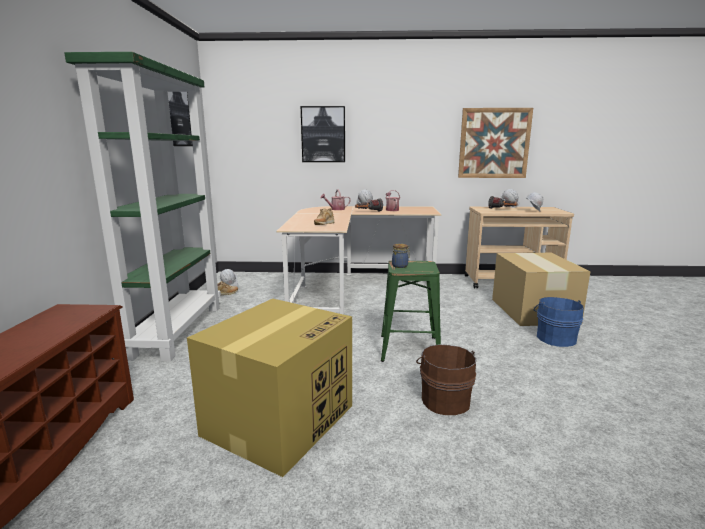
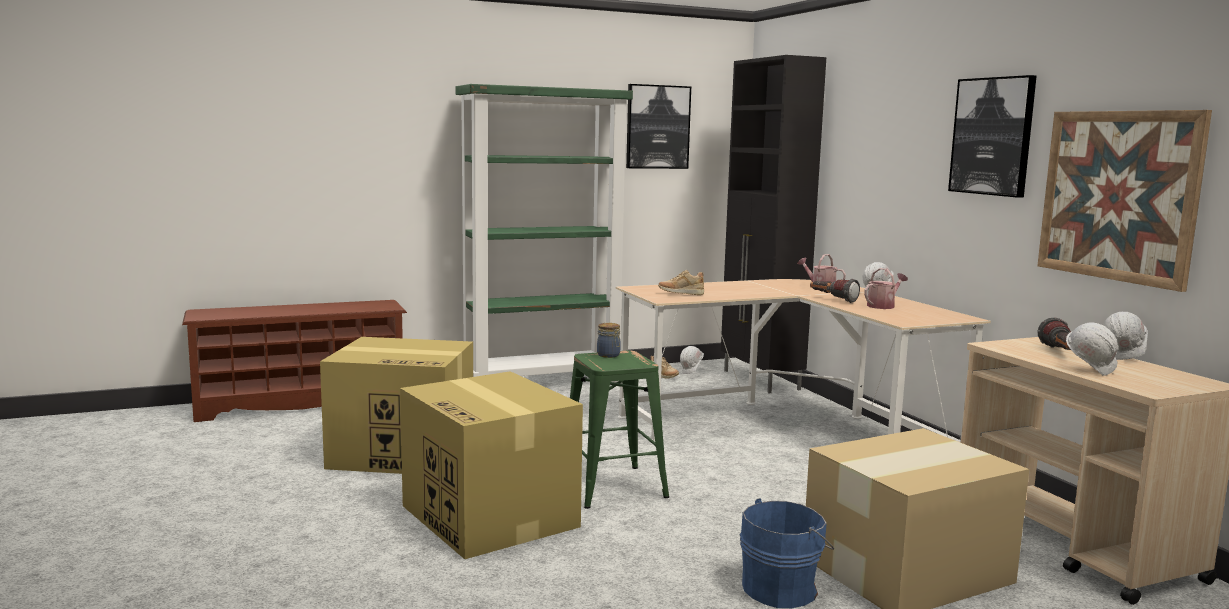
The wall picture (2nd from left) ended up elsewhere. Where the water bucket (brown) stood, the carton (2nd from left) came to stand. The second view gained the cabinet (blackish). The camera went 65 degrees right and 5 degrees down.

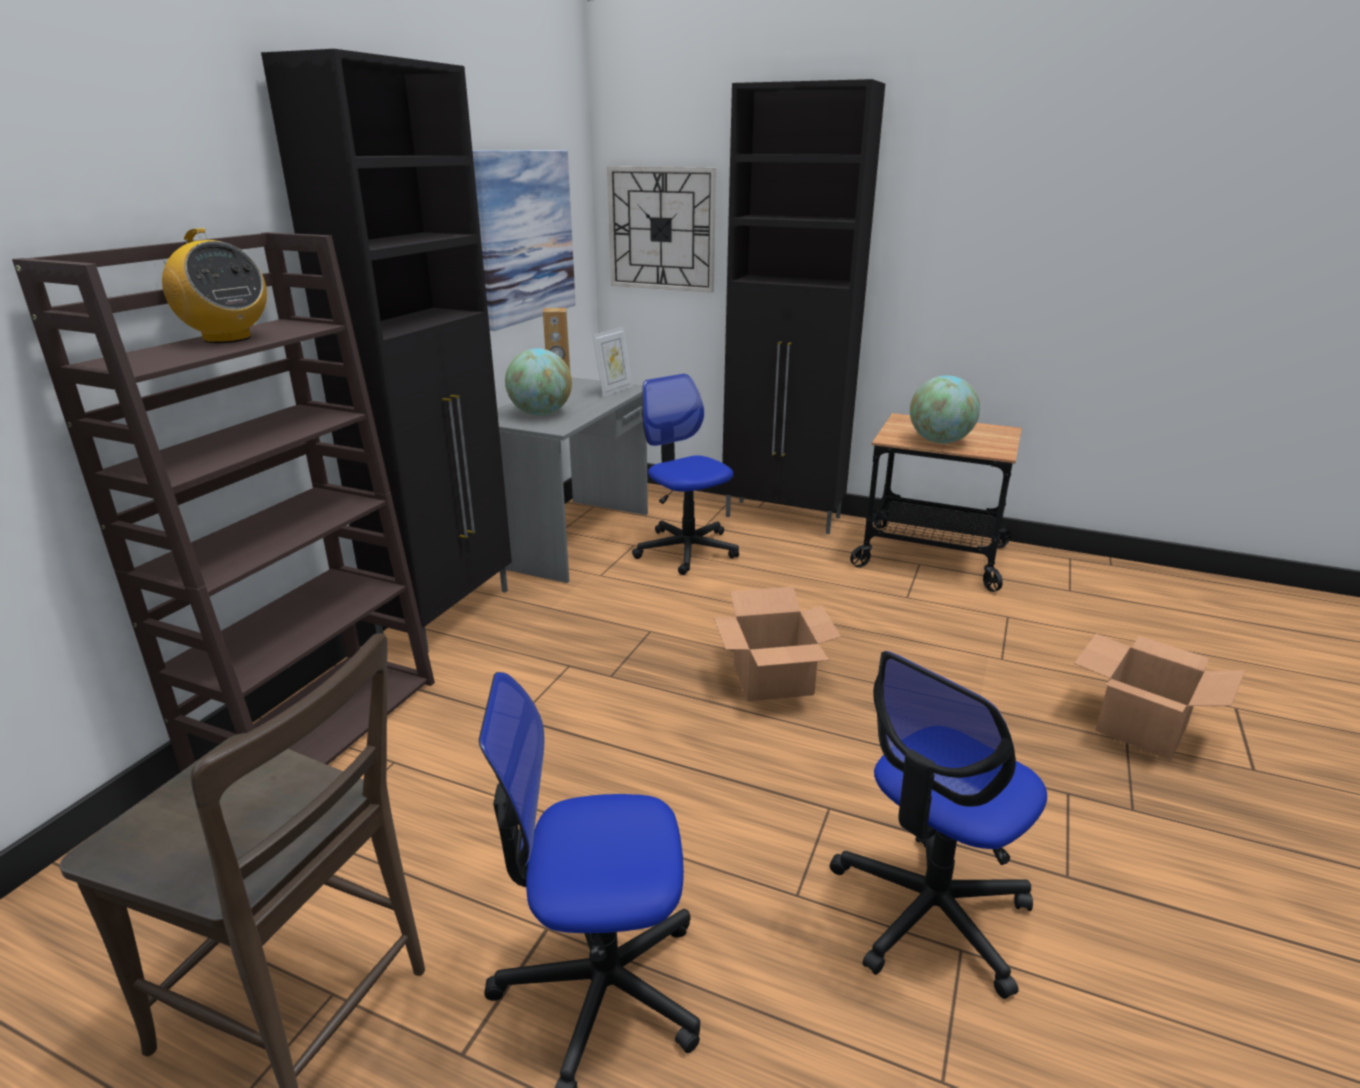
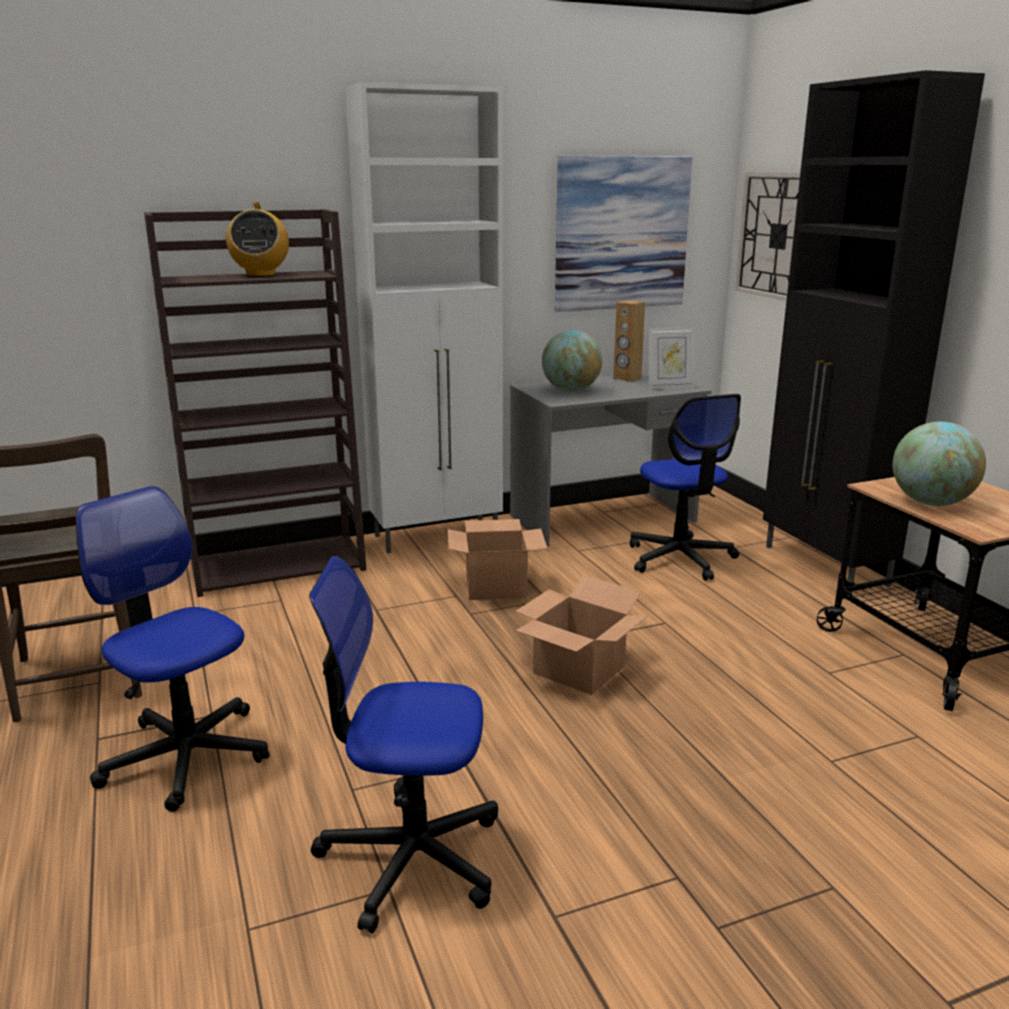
What was the cabinet (blackish) (1st from left) turned into the cabinet (whitish). The computer chair (2nd from left in the first image) ended up facing another way, 150 degrees clockwise from before. The carton (2nd from left in the first image) ended up elsewhere. The camera went 45 degrees right and 5 degrees down.

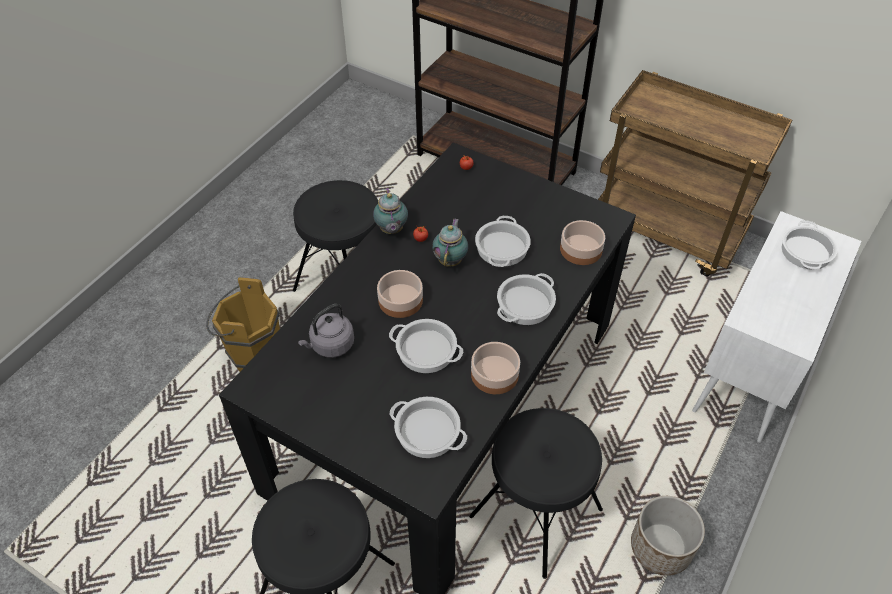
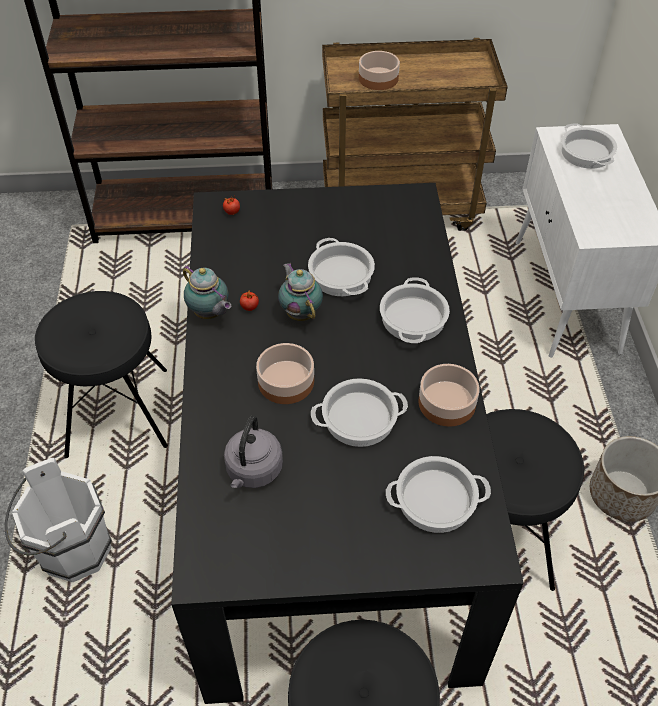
What was the water bucket (brown) turned into the water bucket (whitish). The deep dish (3rd from left in the first image) ended up elsewhere. The camera went 35 degrees left and 0 degrees up.

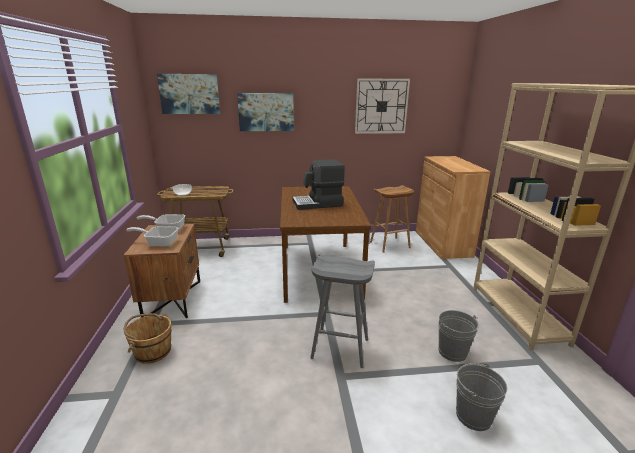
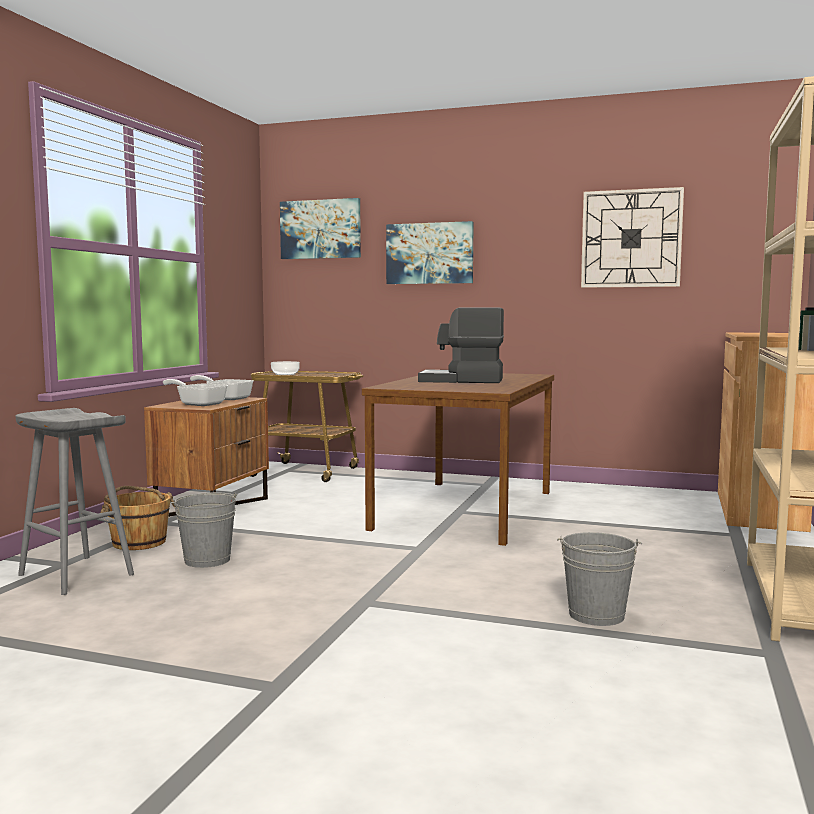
The sitting stool (grey) ended up elsewhere. The second view lost the sitting stool (brown). The water bucket (grey) (2nd from left in the first image) ended up elsewhere. The camera went 25 degrees right and 15 degrees down.

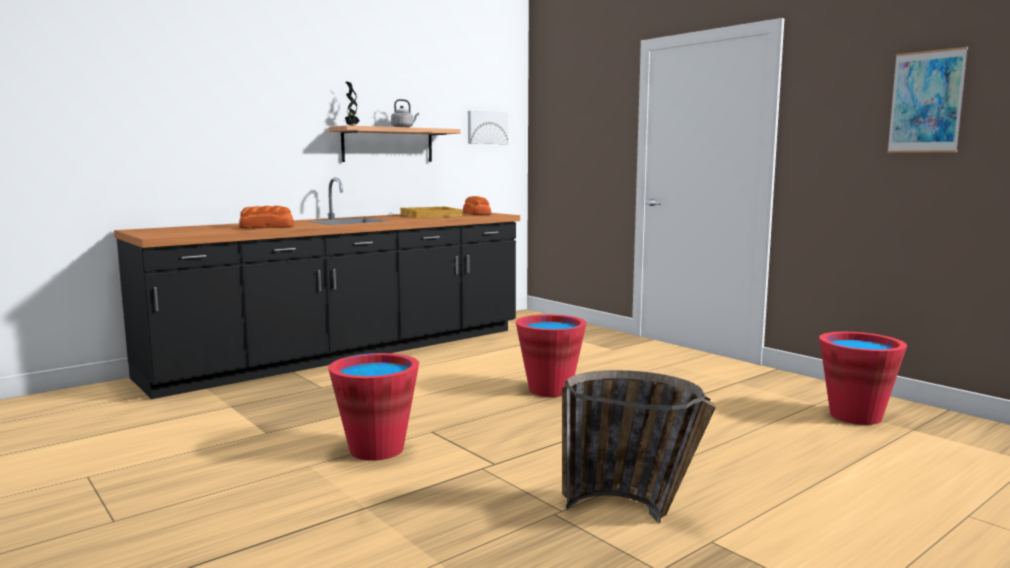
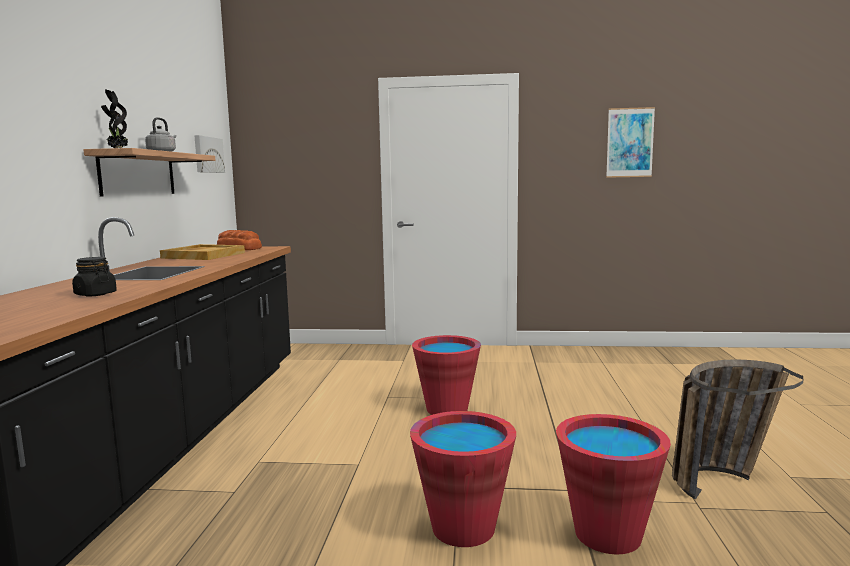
Where the baked bread (1st from left) stood, the storage jar (blackish) came to stand. The water bucket (red) (3rd from left) ended up elsewhere. The camera went 45 degrees left and 0 degrees up.

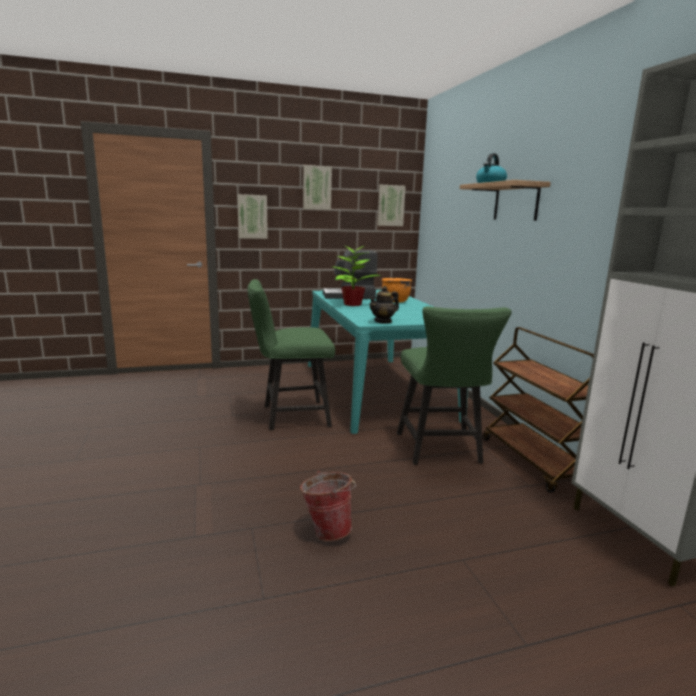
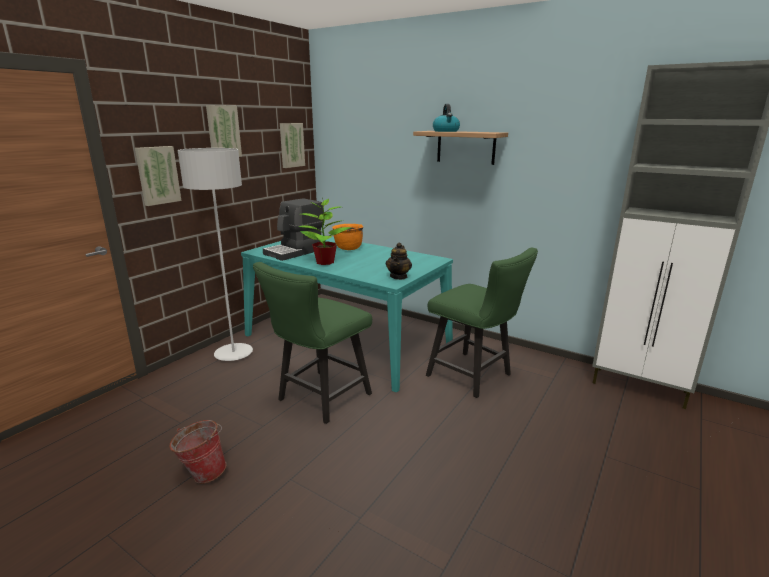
The water bucket ended up elsewhere. The second view lost the cart (brown). The second view gained the standing lamp (grey). The camera went 40 degrees left and 5 degrees up.

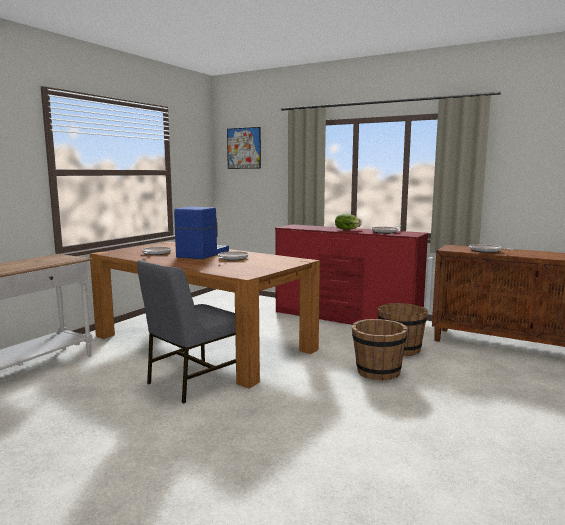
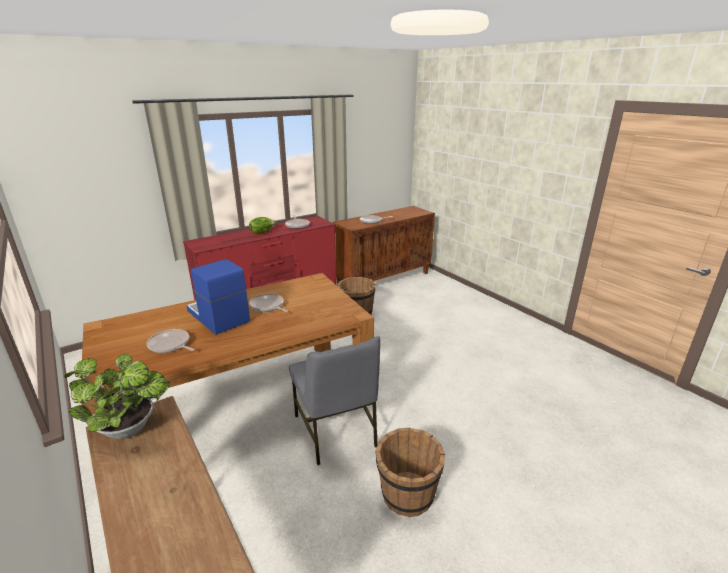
The second view lost the wall picture. The water bucket (brown) (1st from left in the first image) ended up elsewhere. The second view gained the houseplant. The camera went 65 degrees left and 15 degrees up.

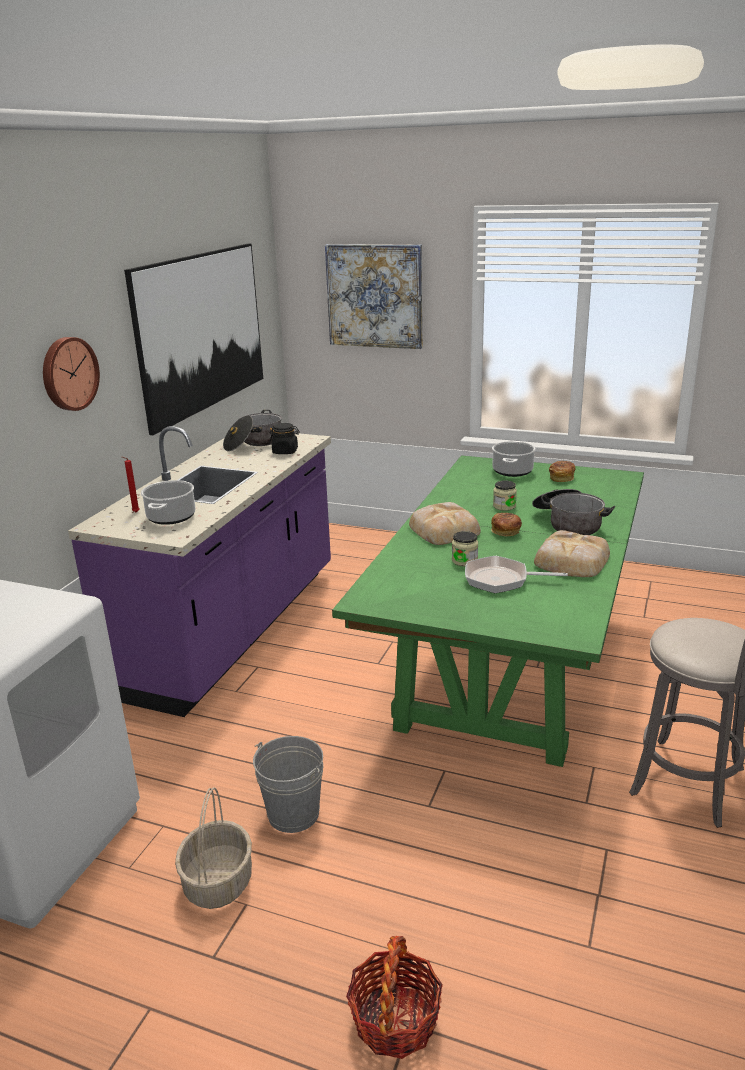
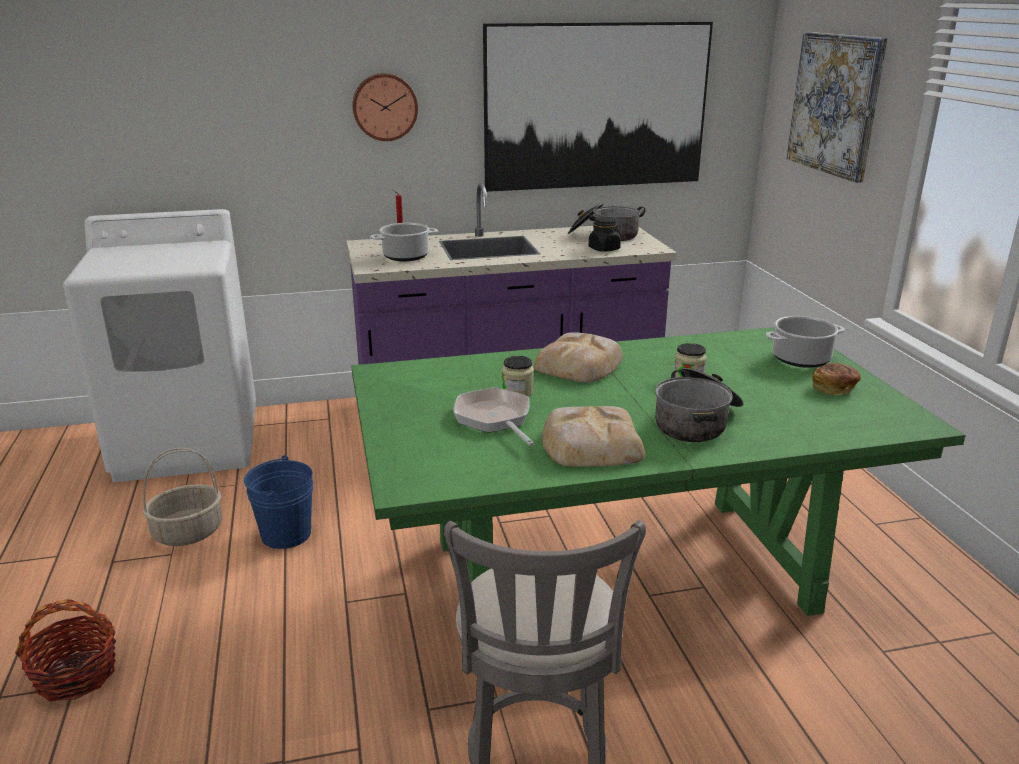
What was the water bucket (grey) turned into the water bucket (blue). The second view lost the baked bread (2nd from left). The camera went 55 degrees right and 0 degrees up.

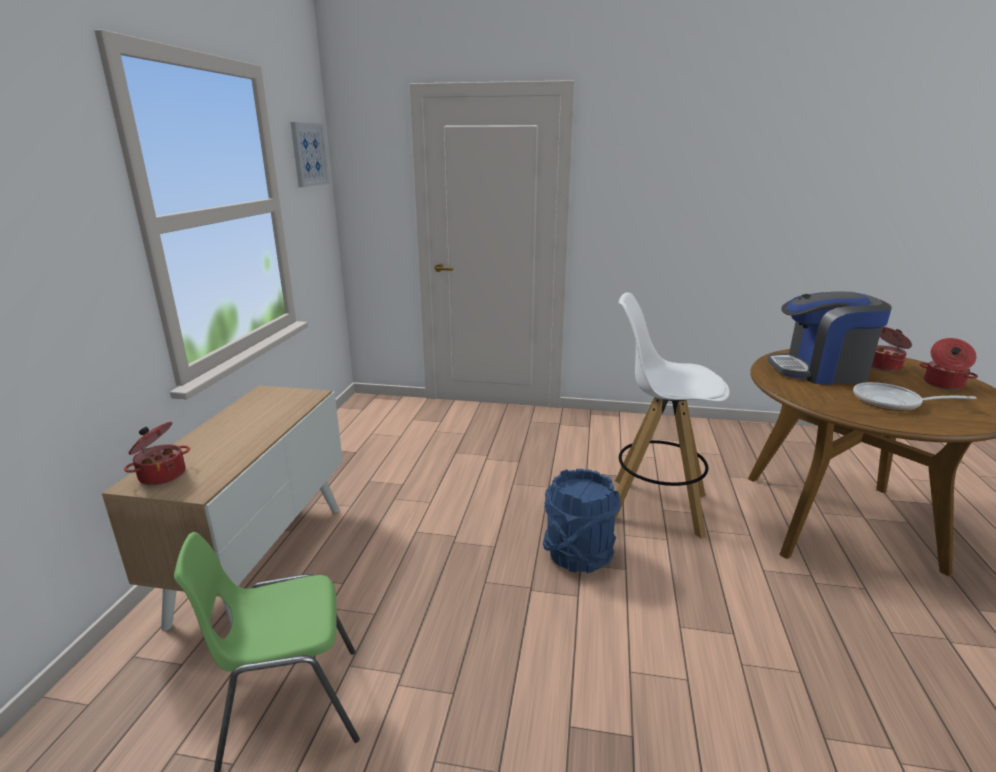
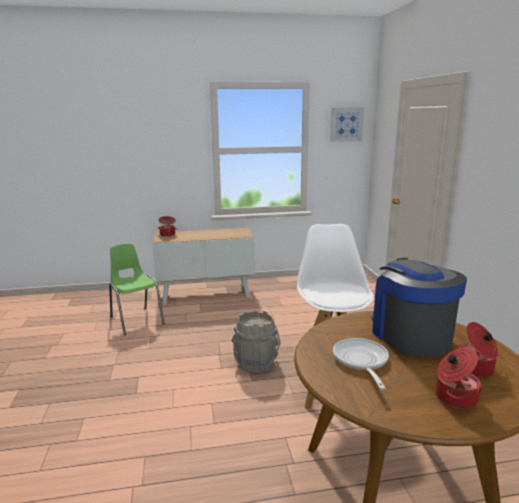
What was the water bucket (blue) turned into the water bucket (grey). The camera went 70 degrees right and 5 degrees down.

